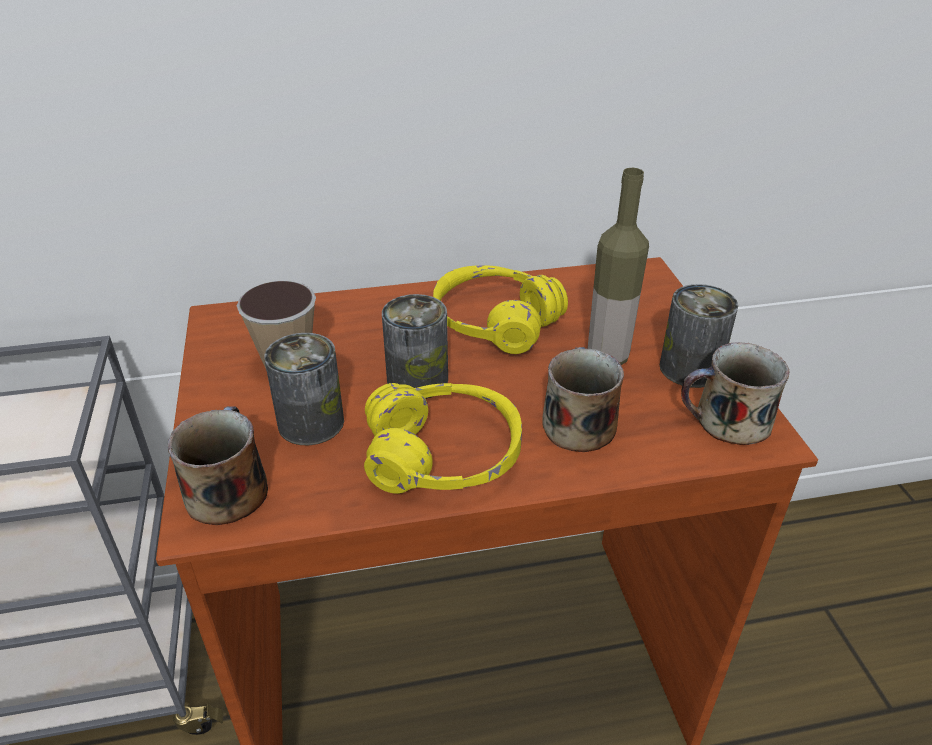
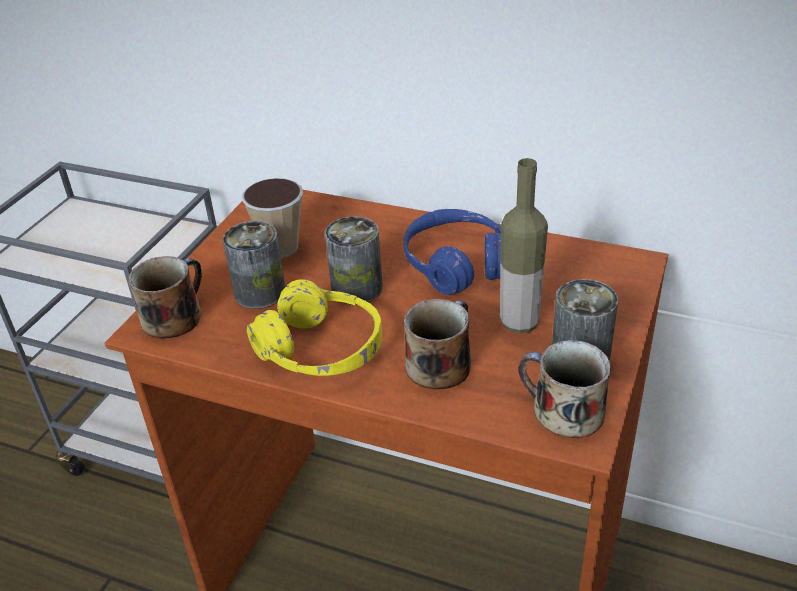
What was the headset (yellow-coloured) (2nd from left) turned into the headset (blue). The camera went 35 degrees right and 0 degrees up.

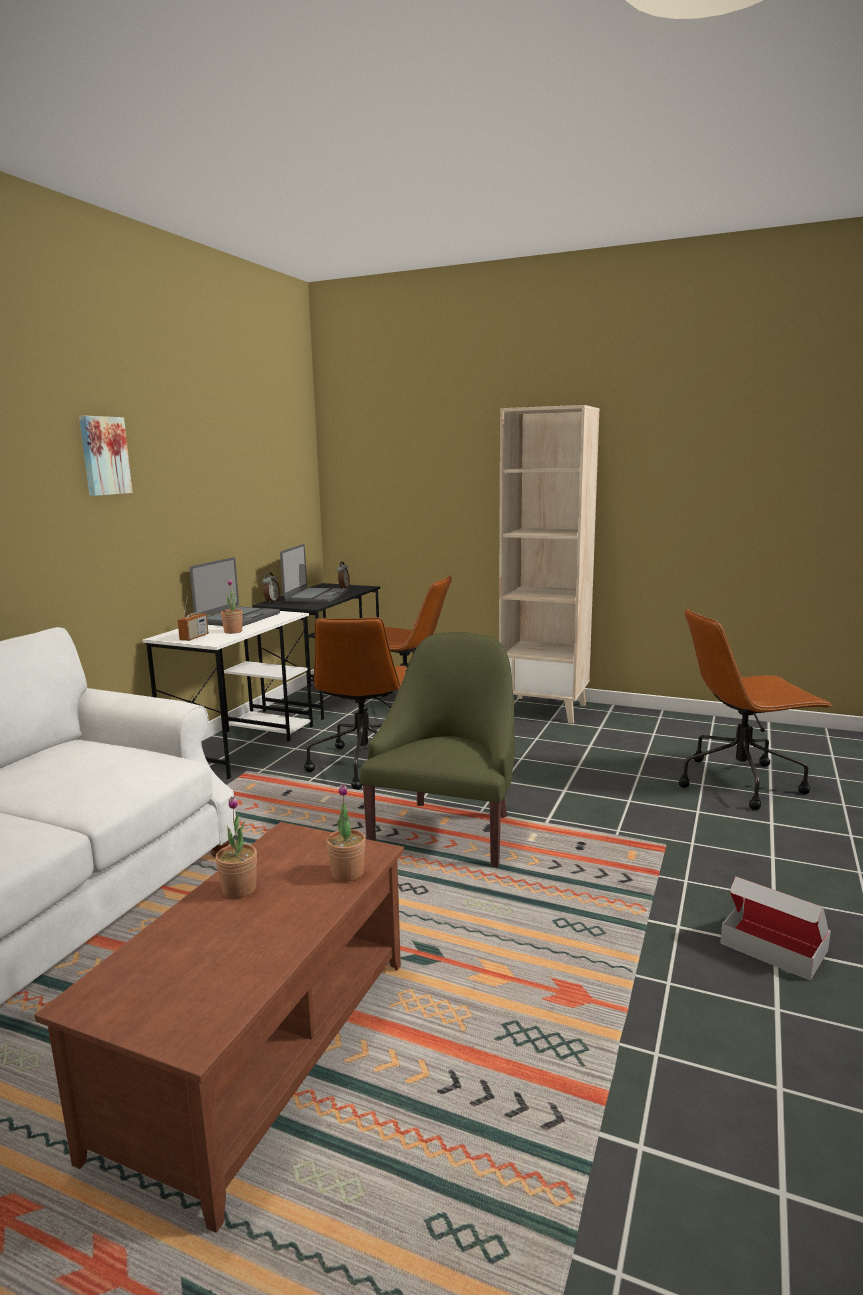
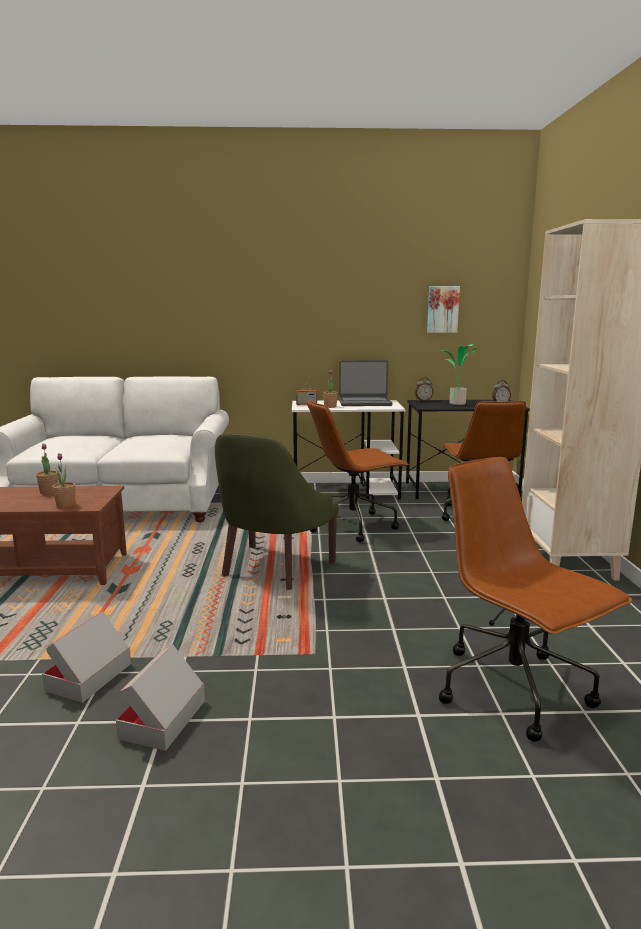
The wall picture ended up elsewhere. Where the notebook computer (2nd from left) stood, the houseplant (4th from left) came to stand. The lounge chair (green-coloured) ended up facing another way, 120 degrees clockwise from before. The second view gained the carton (1st from left). The camera went 65 degrees right and 0 degrees up.

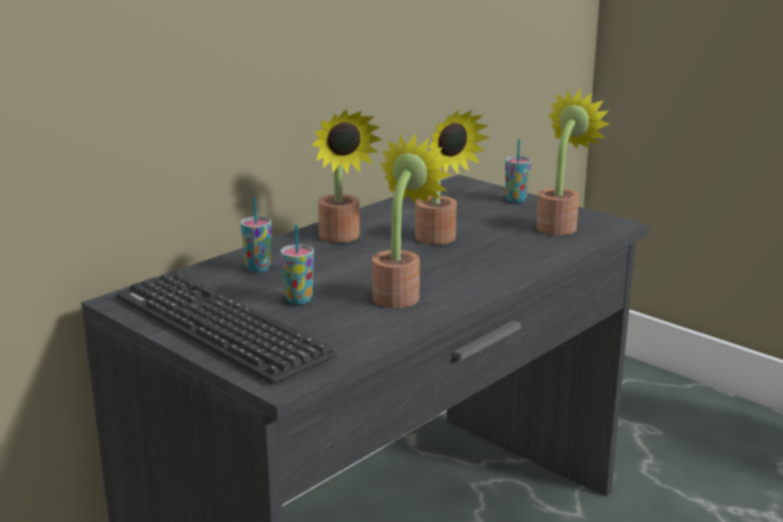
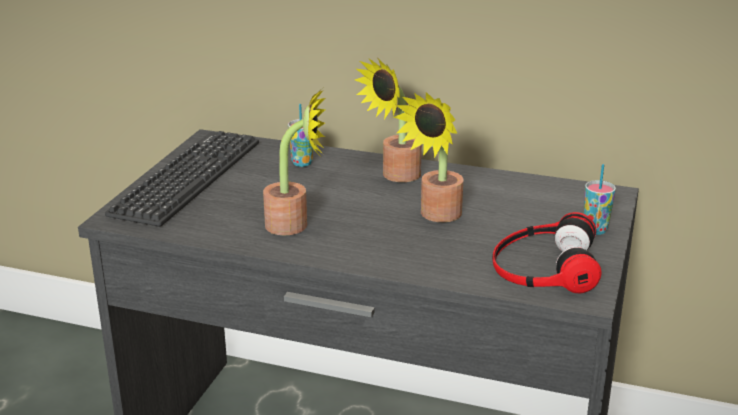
The second view lost the cup (2nd from left). Where the houseplant (4th from left) stood, the headset came to stand. The camera went 65 degrees right and 5 degrees up.

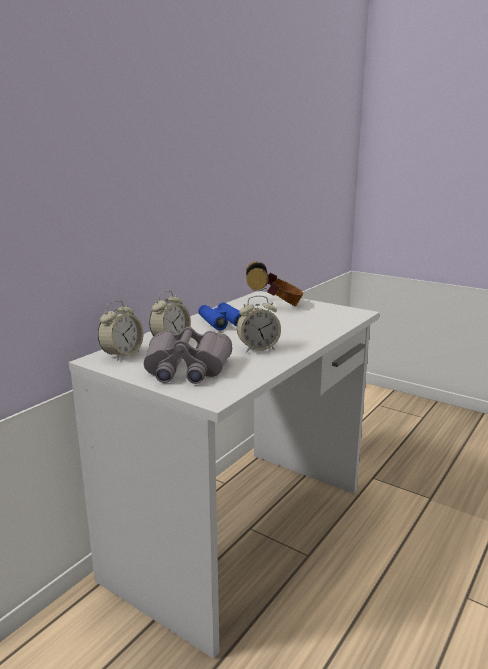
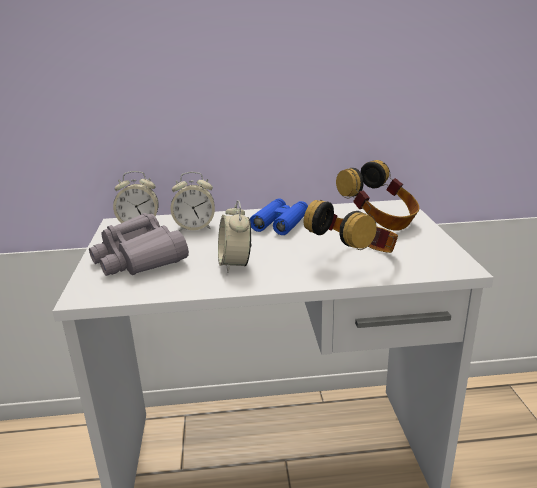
The bedside clock (3rd from left) ended up facing another way, 45 degrees clockwise from before. The second view gained the headset (1st from left). The camera went 50 degrees right and 5 degrees up.

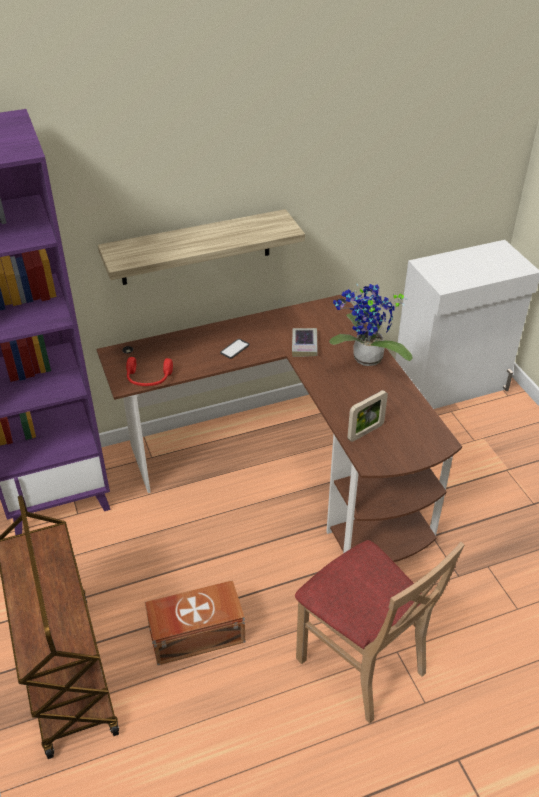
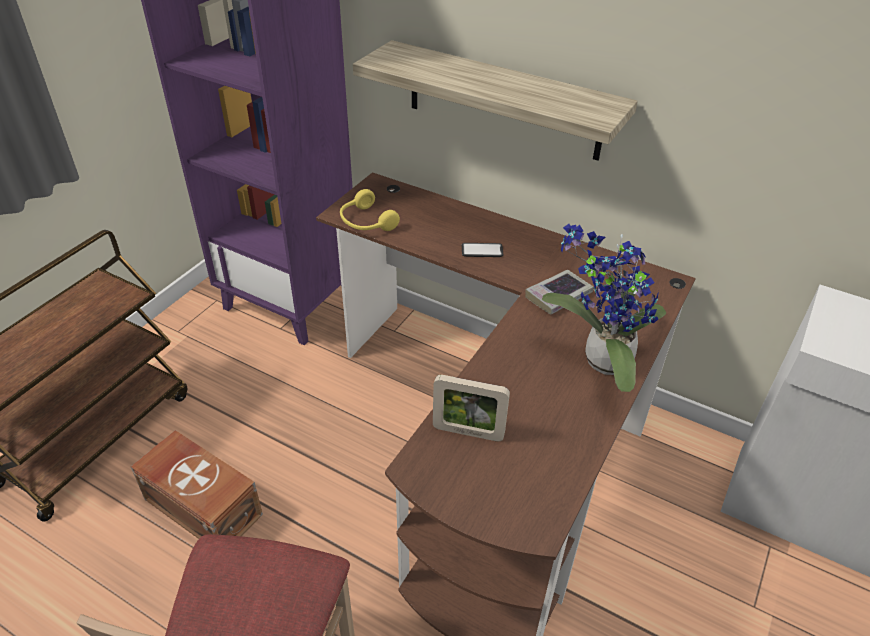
What was the headset (red) turned into the headset (yellow-coloured). The camera went 50 degrees right and 0 degrees up.

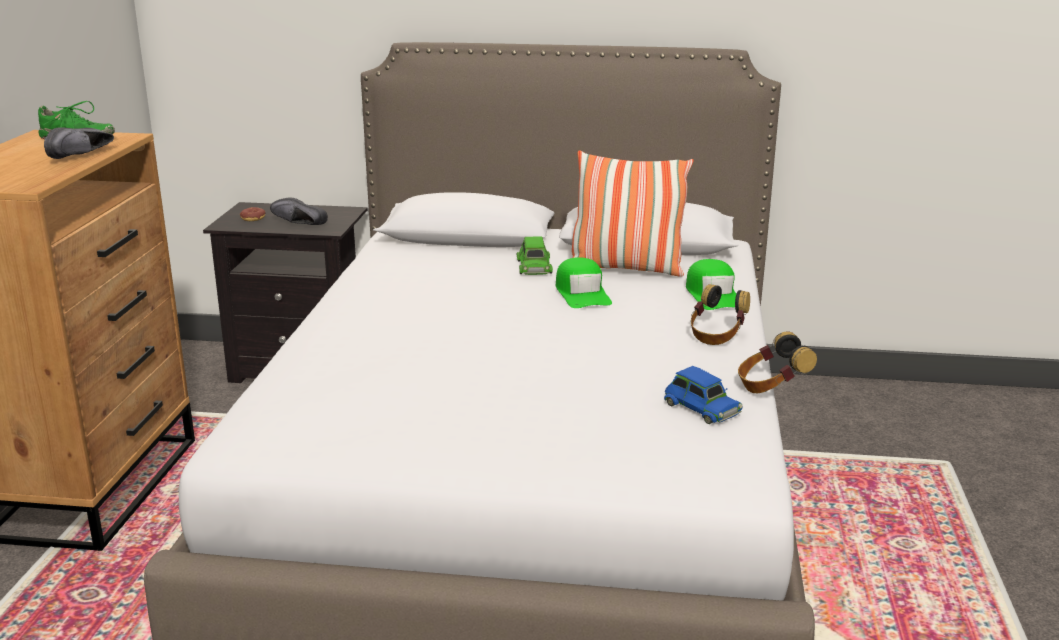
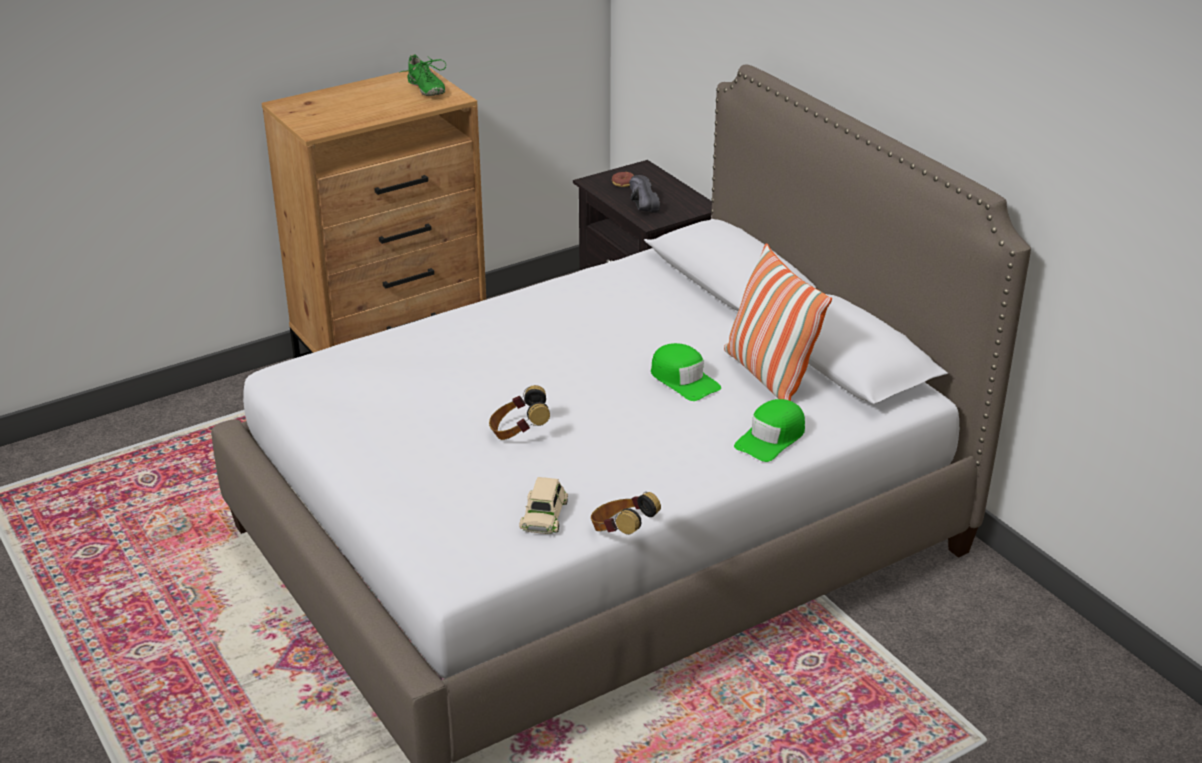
The second view lost the shoe (blackish) (1st from left). The second view lost the toy car (green-coloured). The peaked cap (green-coloured) (1st from left) ended up facing another way, 75 degrees counterclockwise from before. What was the toy car (blue) turned into the toy car (beige). The headset (1st from left) ended up elsewhere. The camera went 50 degrees right and 10 degrees up.

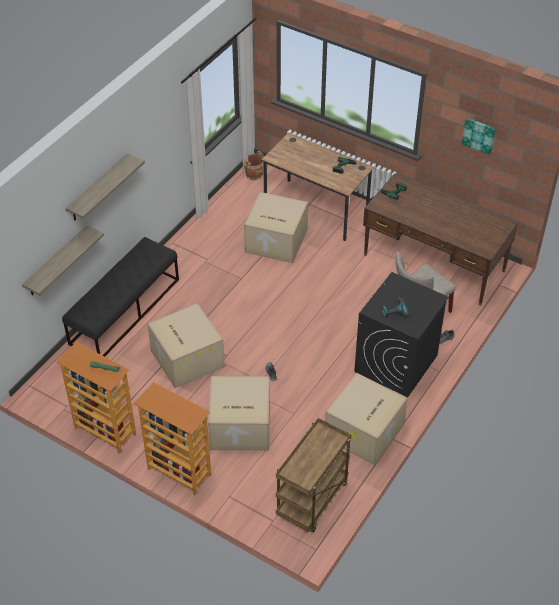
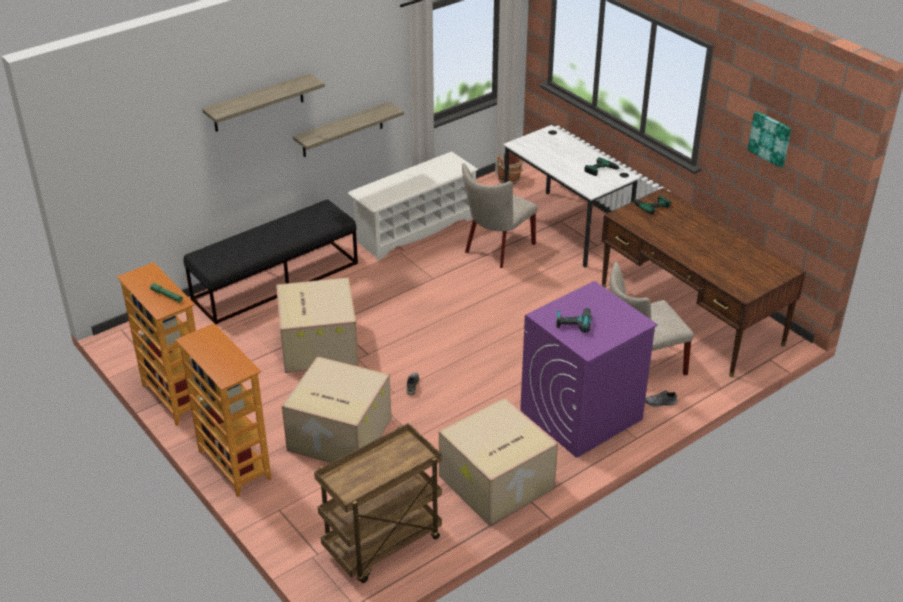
The wall shelf (1st from left in the first image) ended up elsewhere. Where the carton (3rd from left) stood, the plain chair (beige) (1st from left) came to stand. What was the desk table (brown) (1st from left) turned into the desk table (whitish). What was the washing machine (blackish) turned into the washing machine (purple). The second view gained the shoe shelf (whitish). The camera went 20 degrees right and 10 degrees down.

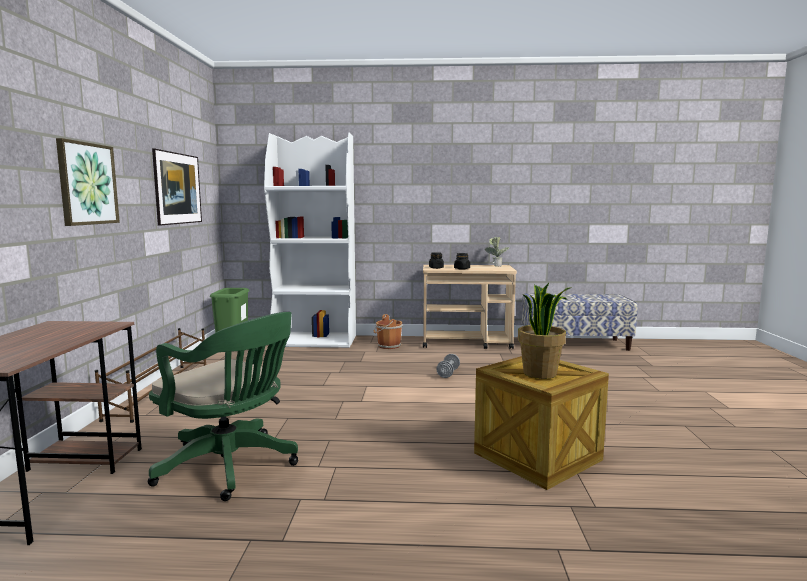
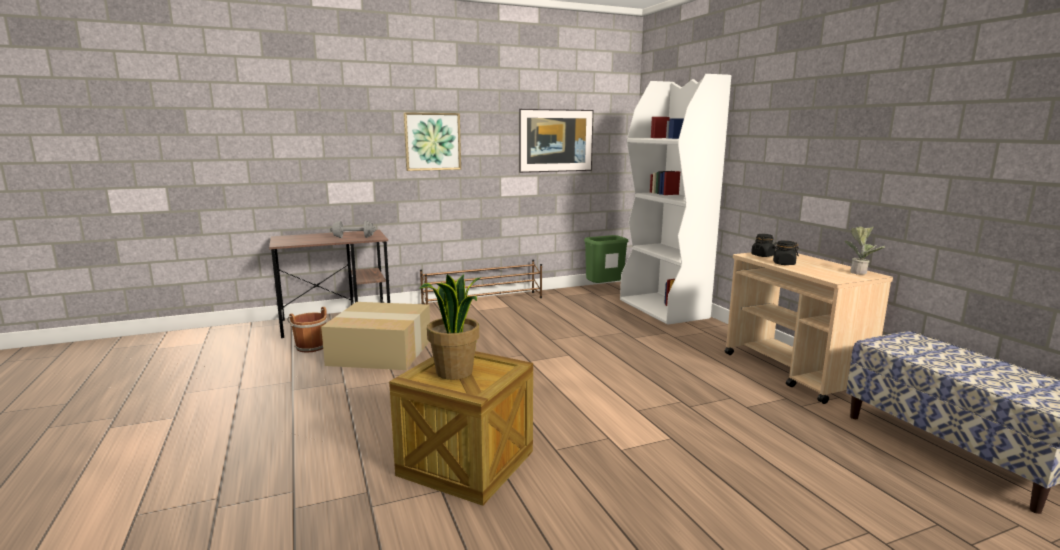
Where the computer chair (green-coloured) stood, the carton came to stand. The water bucket (brown) ended up elsewhere. The dumbbell (grey) ended up elsewhere. The camera went 65 degrees right and 5 degrees up.

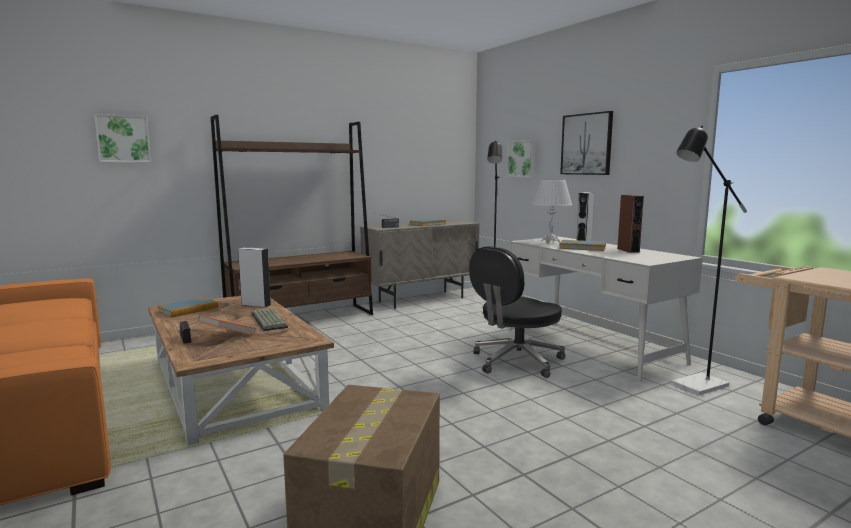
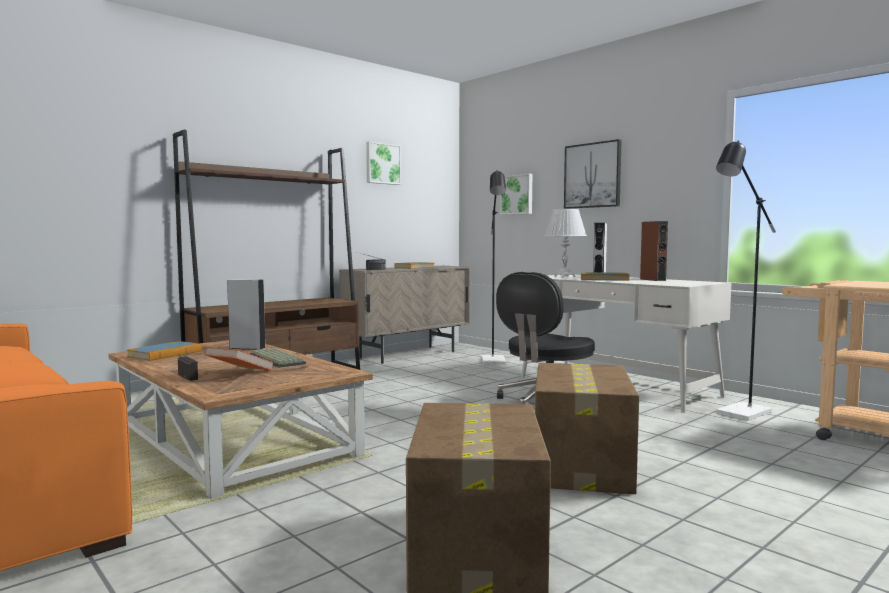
The wall picture (1st from left) ended up elsewhere. The second view gained the carton (2nd from left). The camera went 10 degrees left and 5 degrees down.

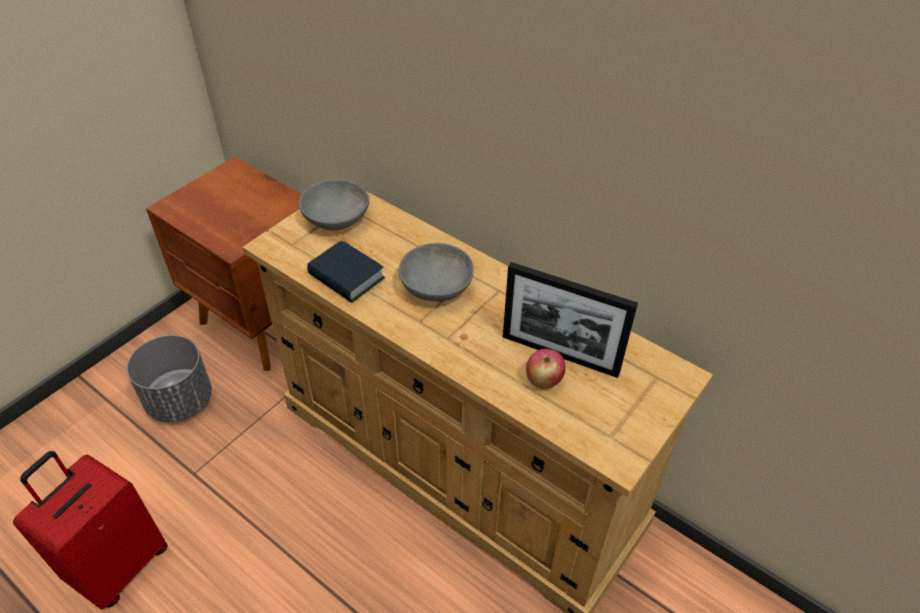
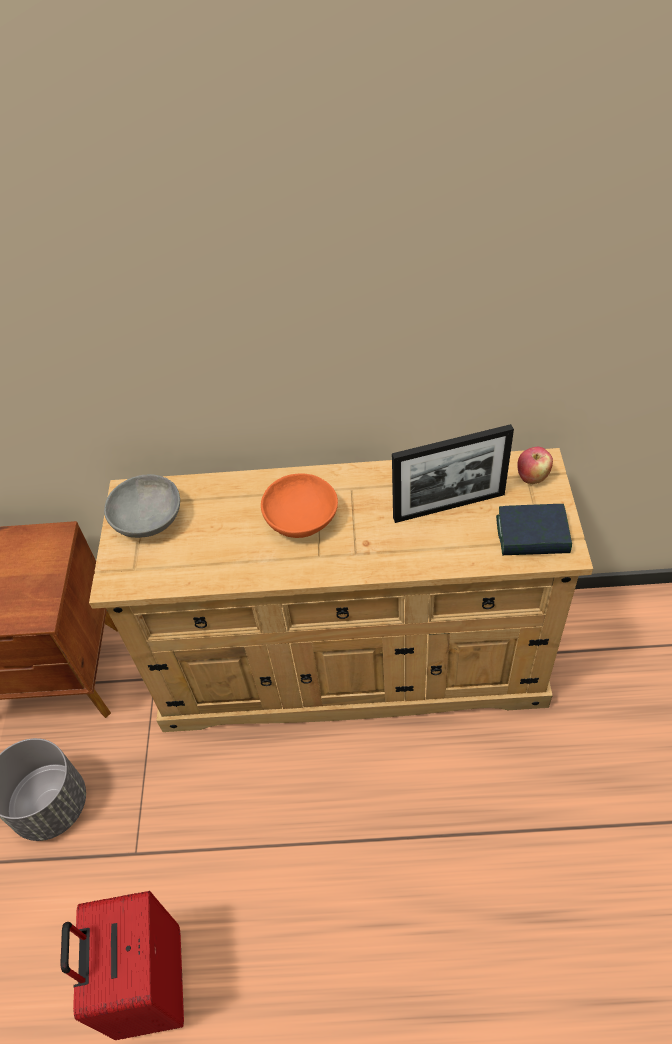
The book ended up elsewhere. What was the deep dish (grey) (2nd from left) turned into the deep dish (orange). The apple ended up elsewhere. The camera went 35 degrees left and 5 degrees up.

